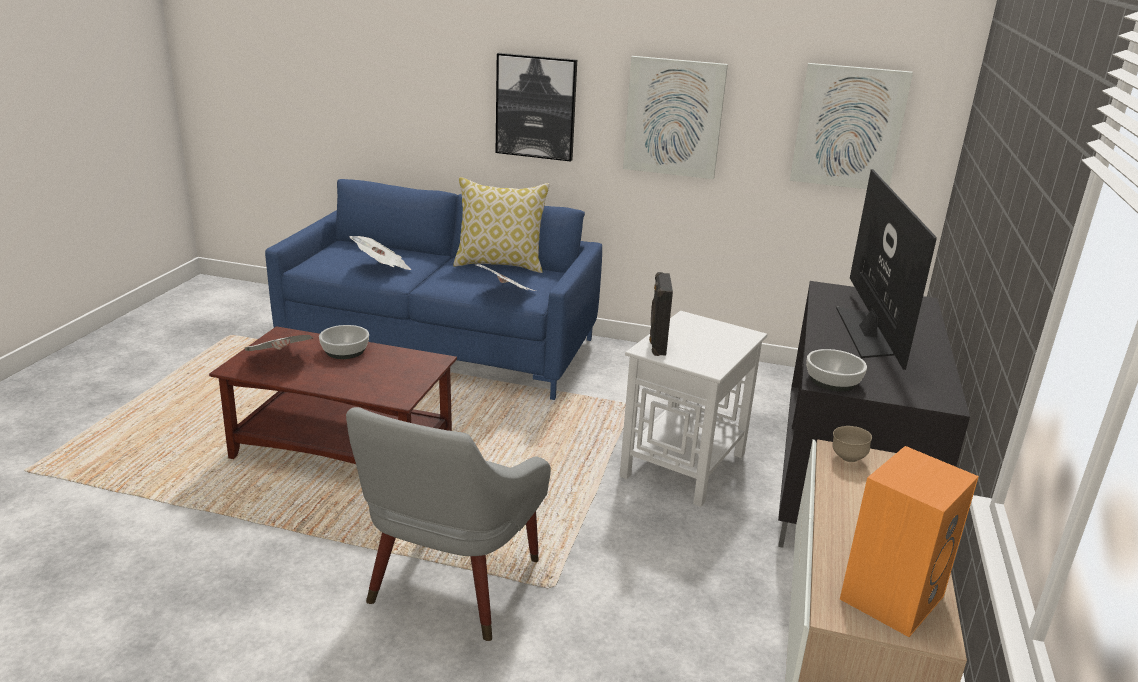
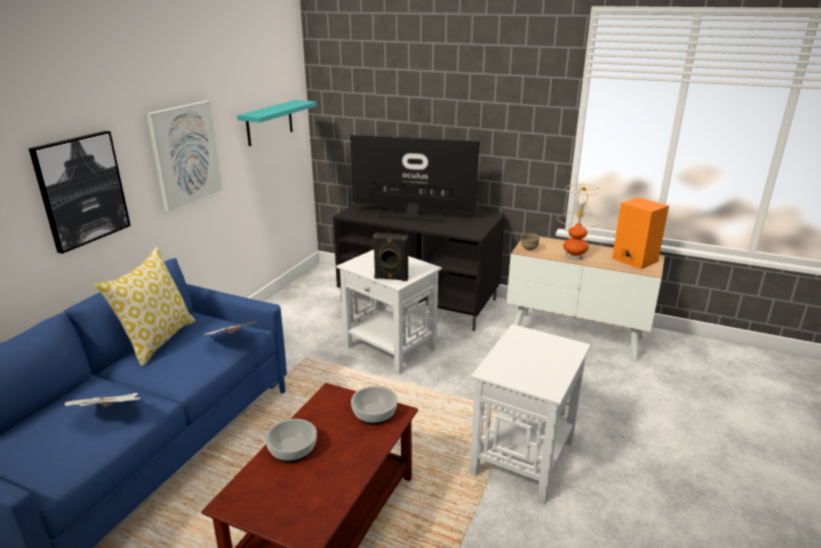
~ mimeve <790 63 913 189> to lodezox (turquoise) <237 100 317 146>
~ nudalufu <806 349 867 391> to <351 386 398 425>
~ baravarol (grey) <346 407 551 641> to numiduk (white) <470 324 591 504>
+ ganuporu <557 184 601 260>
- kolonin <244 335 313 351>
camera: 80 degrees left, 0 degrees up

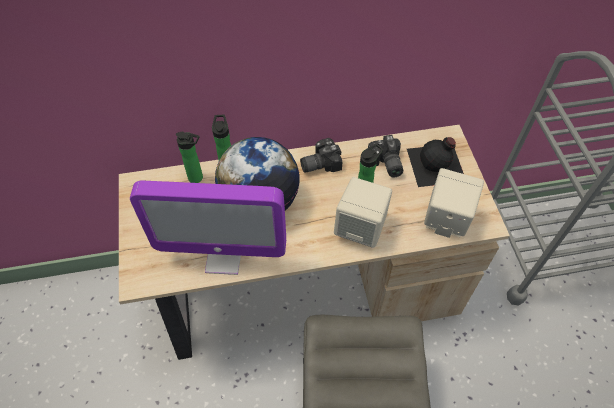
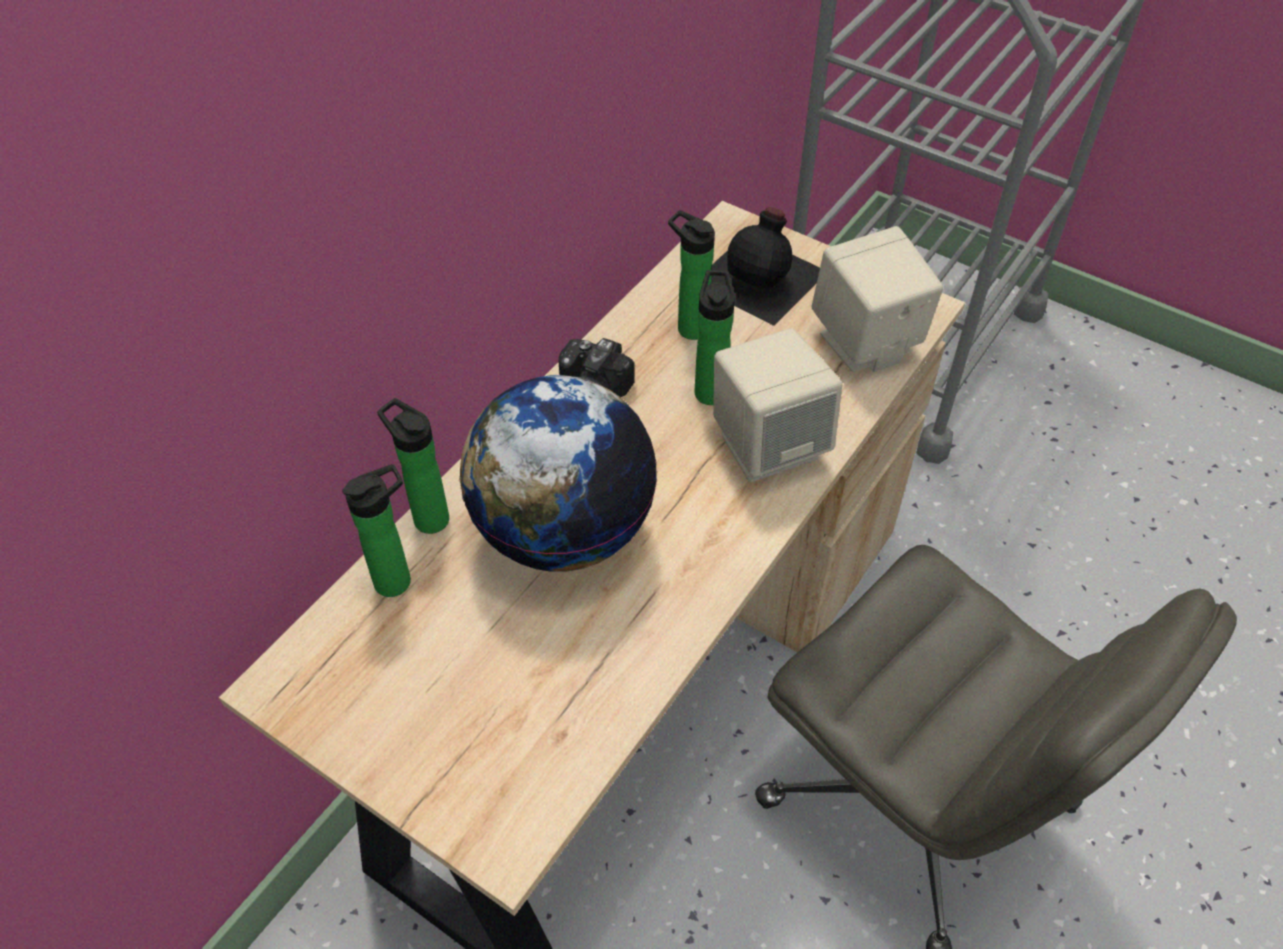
~ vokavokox <368 135 403 178> to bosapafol <668 210 715 340>
- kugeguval <130 181 286 275>
camera: 45 degrees left, 5 degrees down

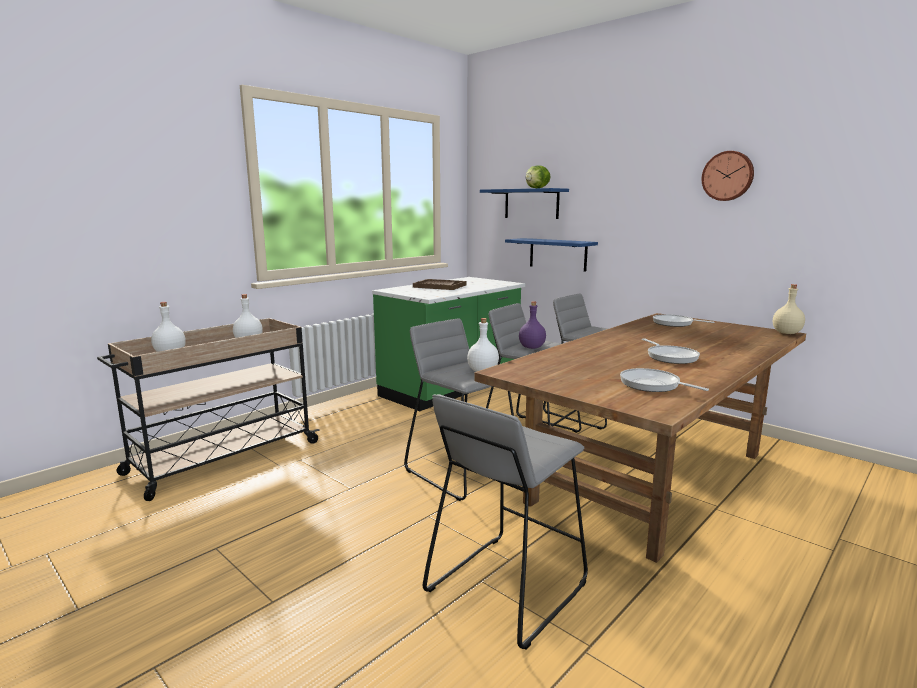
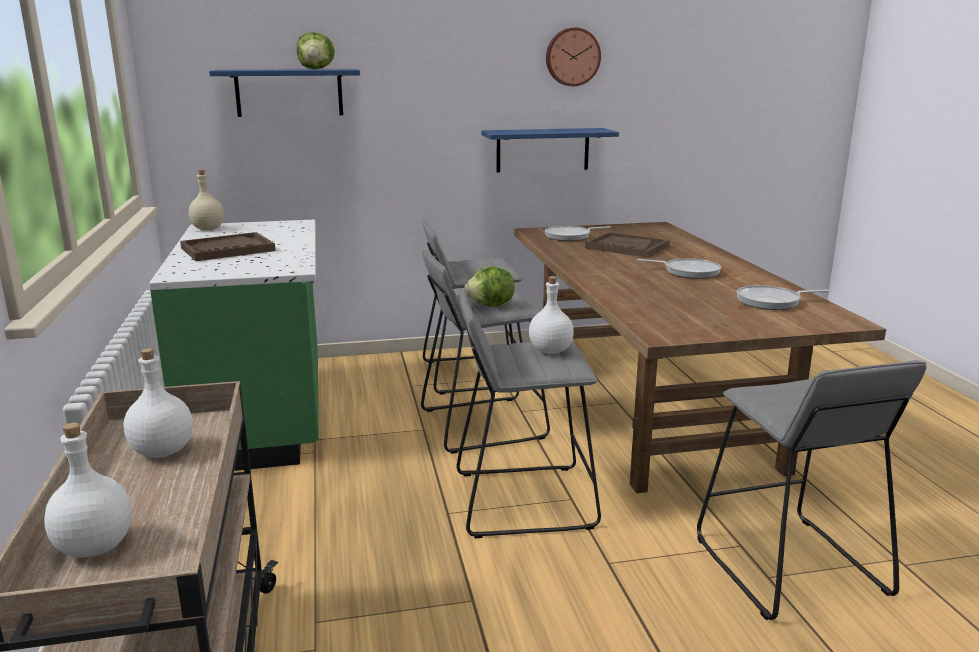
~ bosapafol (beige) <773 284 805 334> to <189 170 224 230>
~ bosapafol (purple) <519 302 546 349> to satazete <464 267 515 307>
~ lodezox (blue) <505 238 598 272> to <481 128 619 173>
+ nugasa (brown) <585 232 670 258>
camera: 55 degrees left, 5 degrees up

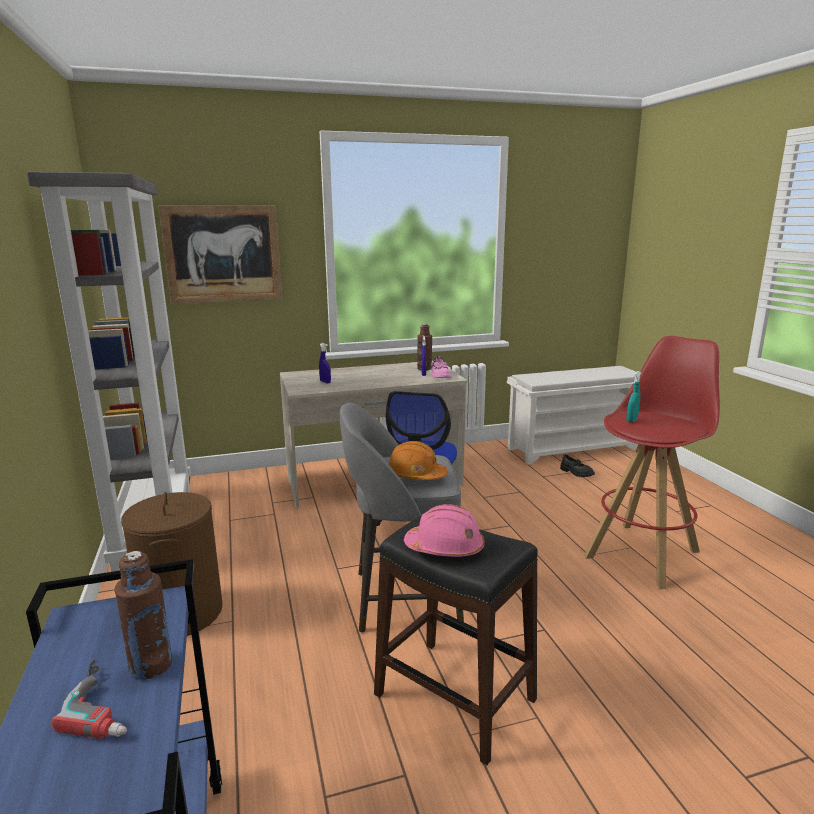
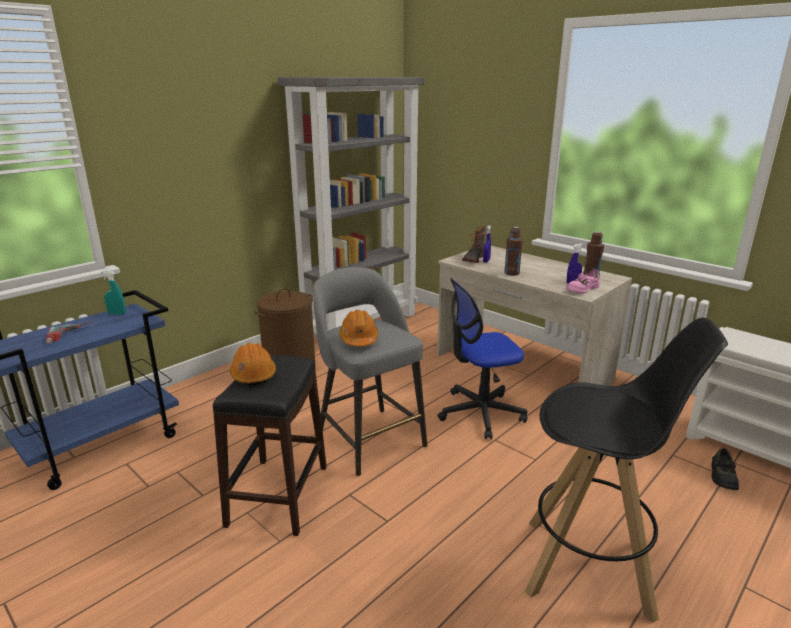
~ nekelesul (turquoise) <627 371 641 422> to <101 271 126 315>
~ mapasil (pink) <404 504 485 557> to mapasil (orange) <230 343 276 386>
+ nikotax <462 226 486 263>
~ bosapafol (brown) <114 551 173 680> to <504 227 523 276>
~ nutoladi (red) <584 336 720 589> to nutoladi (black) <525 318 728 623>
- mimeve <158 205 282 304>
camera: 60 degrees right, 5 degrees up

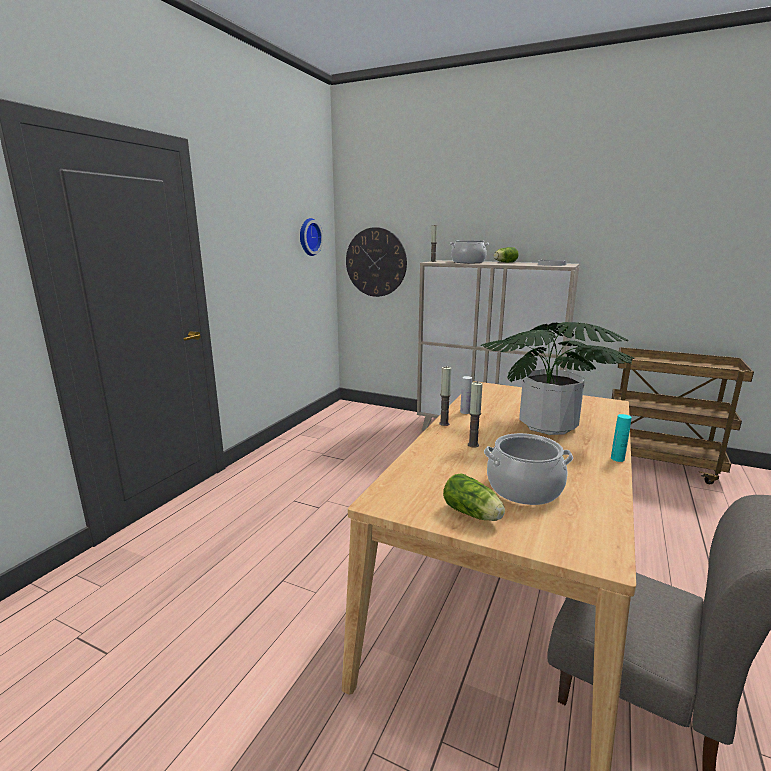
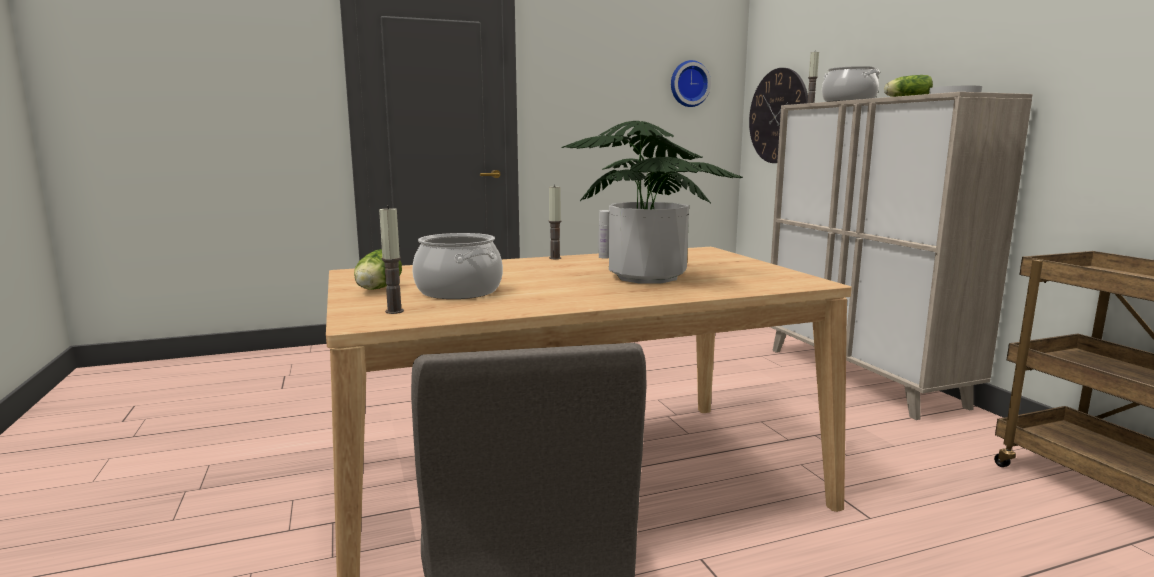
~ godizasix <468 381 483 448> to <379 206 404 314>
- bosapafol (turquoise) <611 414 632 462>
camera: 45 degrees right, 5 degrees down

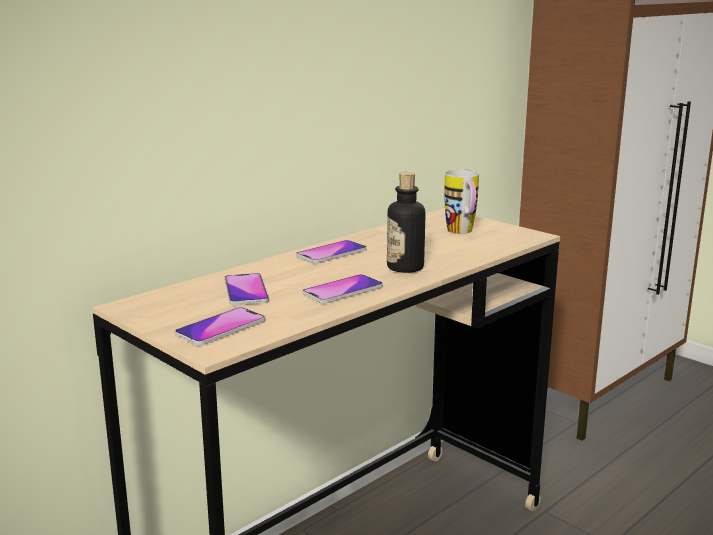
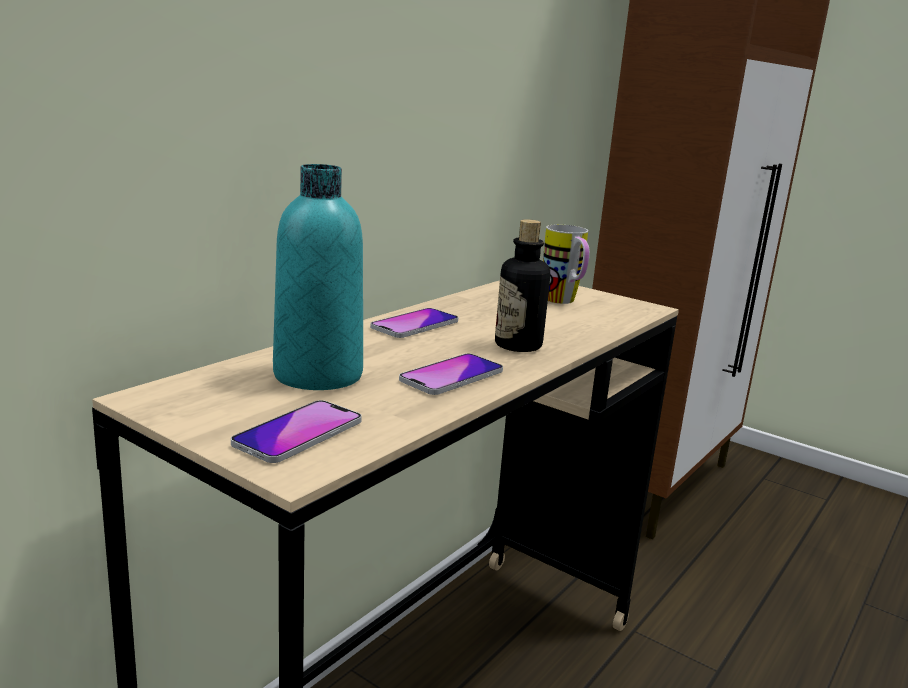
~ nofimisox <224 273 269 305> to bosapafol (turquoise) <273 164 363 390>
camera: 10 degrees left, 0 degrees up

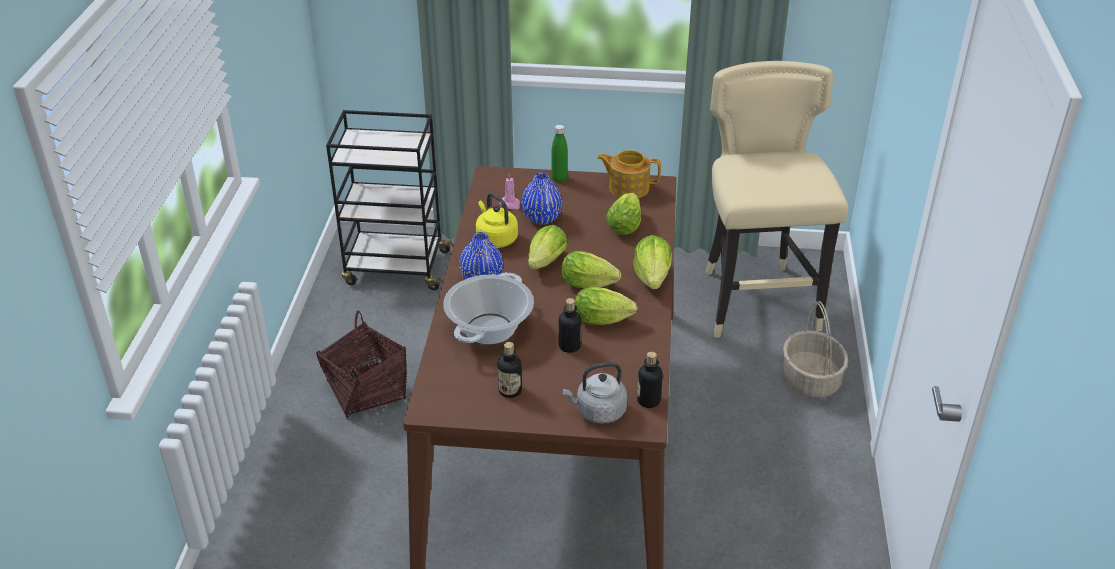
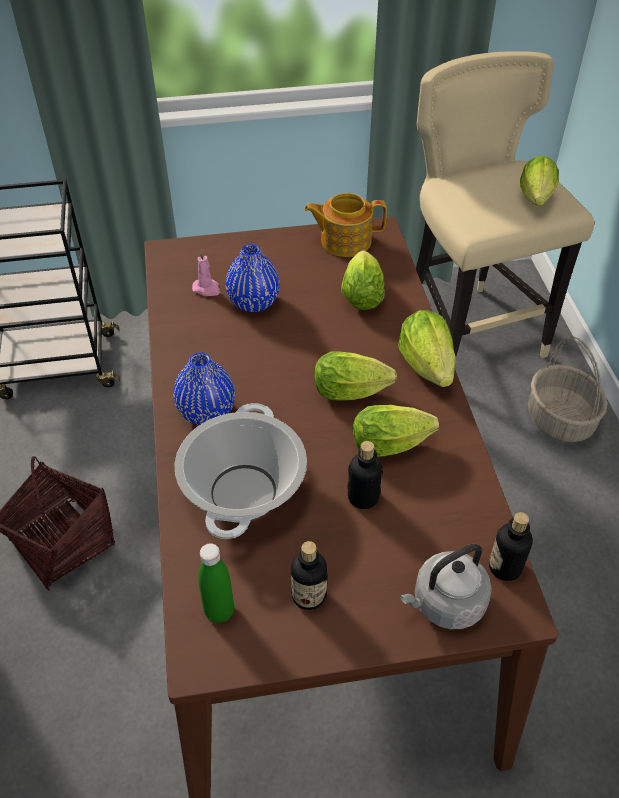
~ bosapafol (green) <551 125 568 183> to <198 543 234 623>
~ satazete <528 225 568 269> to <520 155 559 206>
- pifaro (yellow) <476 193 518 248>
camera: 15 degrees left, 10 degrees up

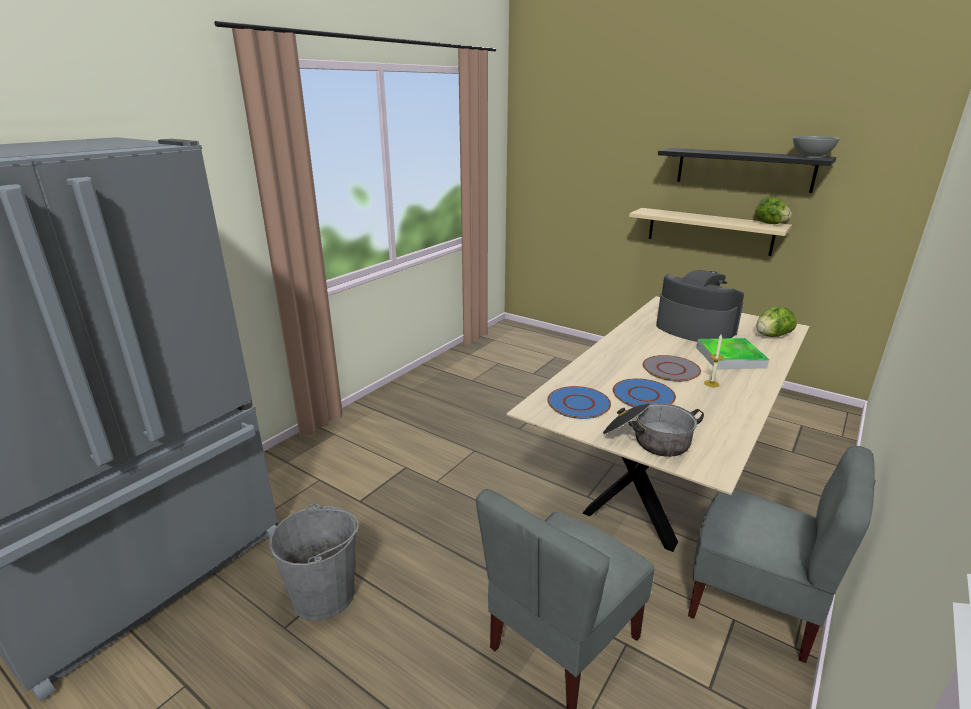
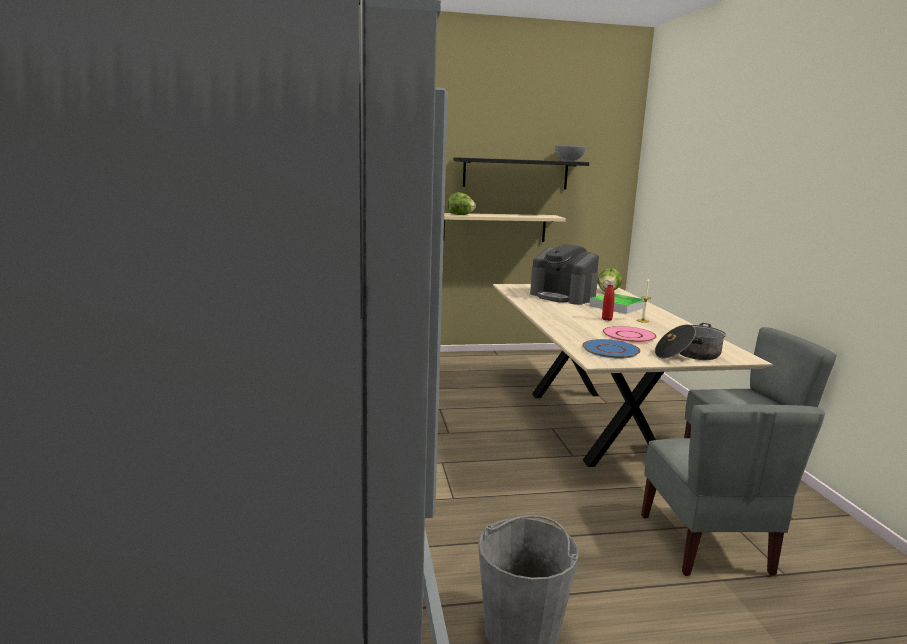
~ satazete <755 197 792 224> to <448 192 476 215>
~ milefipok <656 270 744 342> = <530 244 599 305> 135 degrees counterclockwise
~ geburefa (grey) <643 355 701 382> to bosapafol (red) <602 280 615 321>
~ geburefa (blue) <613 378 676 407> to geburefa (pink) <603 326 657 343>
camera: 45 degrees left, 10 degrees down

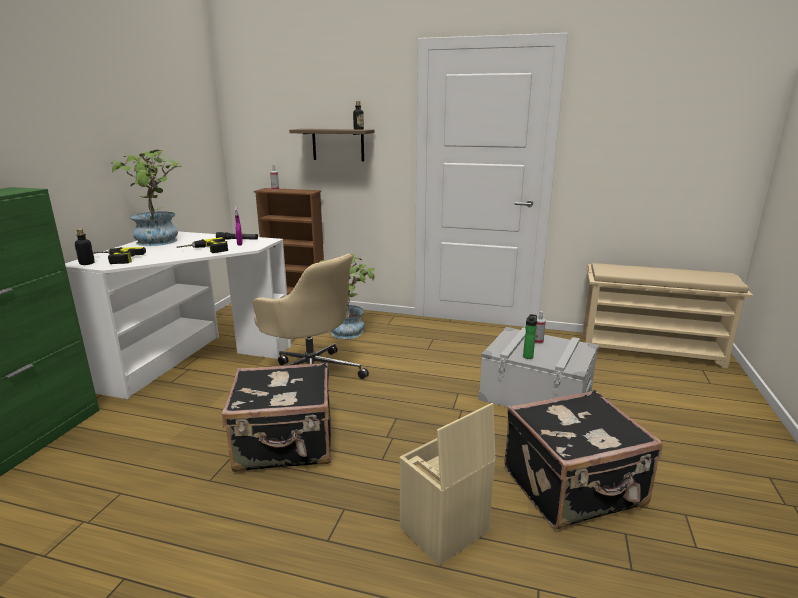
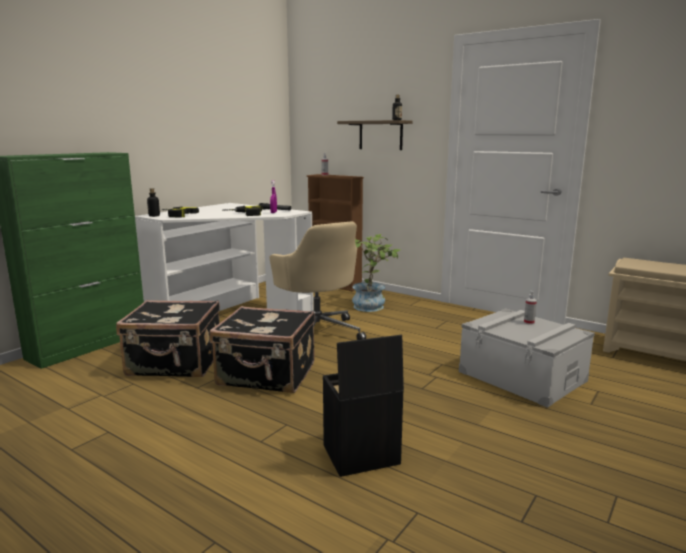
~ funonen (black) <505 390 663 529> to <116 300 220 377>
~ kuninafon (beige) <400 403 495 566> to kuninafon (black) <323 335 404 477>
- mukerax <111 150 188 246>
- bosapafol <523 314 537 359>
camera: 20 degrees right, 5 degrees down

